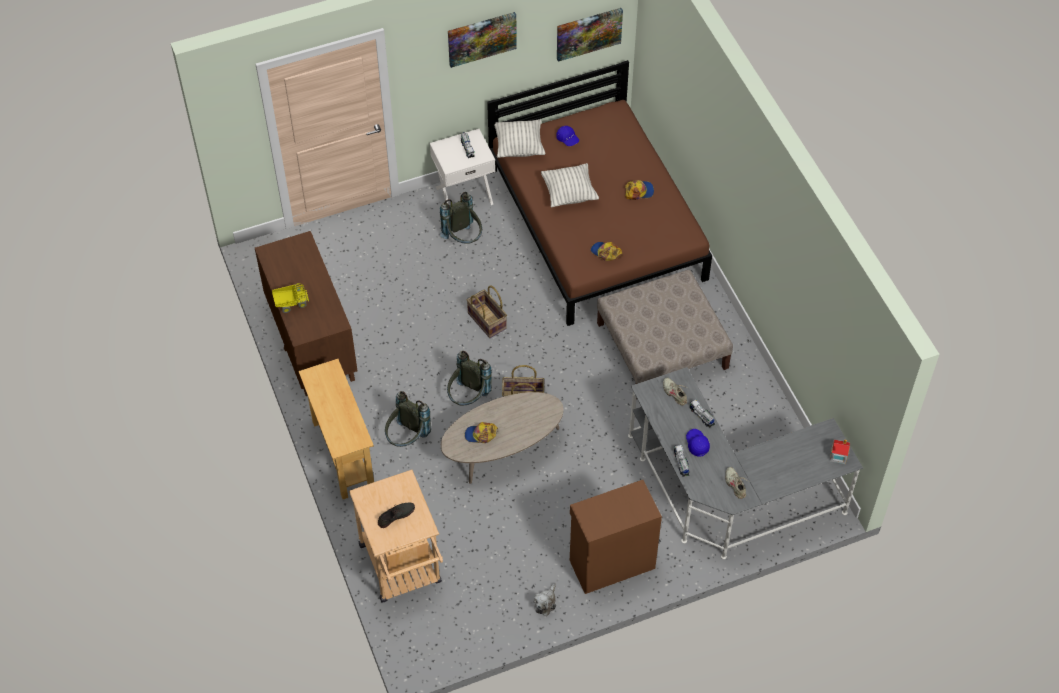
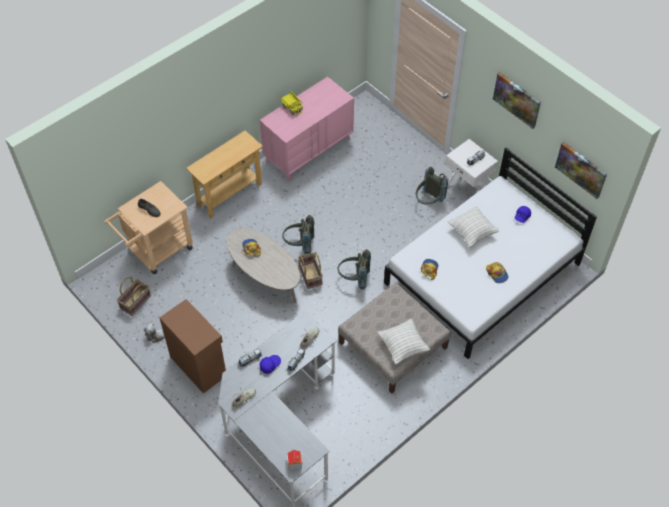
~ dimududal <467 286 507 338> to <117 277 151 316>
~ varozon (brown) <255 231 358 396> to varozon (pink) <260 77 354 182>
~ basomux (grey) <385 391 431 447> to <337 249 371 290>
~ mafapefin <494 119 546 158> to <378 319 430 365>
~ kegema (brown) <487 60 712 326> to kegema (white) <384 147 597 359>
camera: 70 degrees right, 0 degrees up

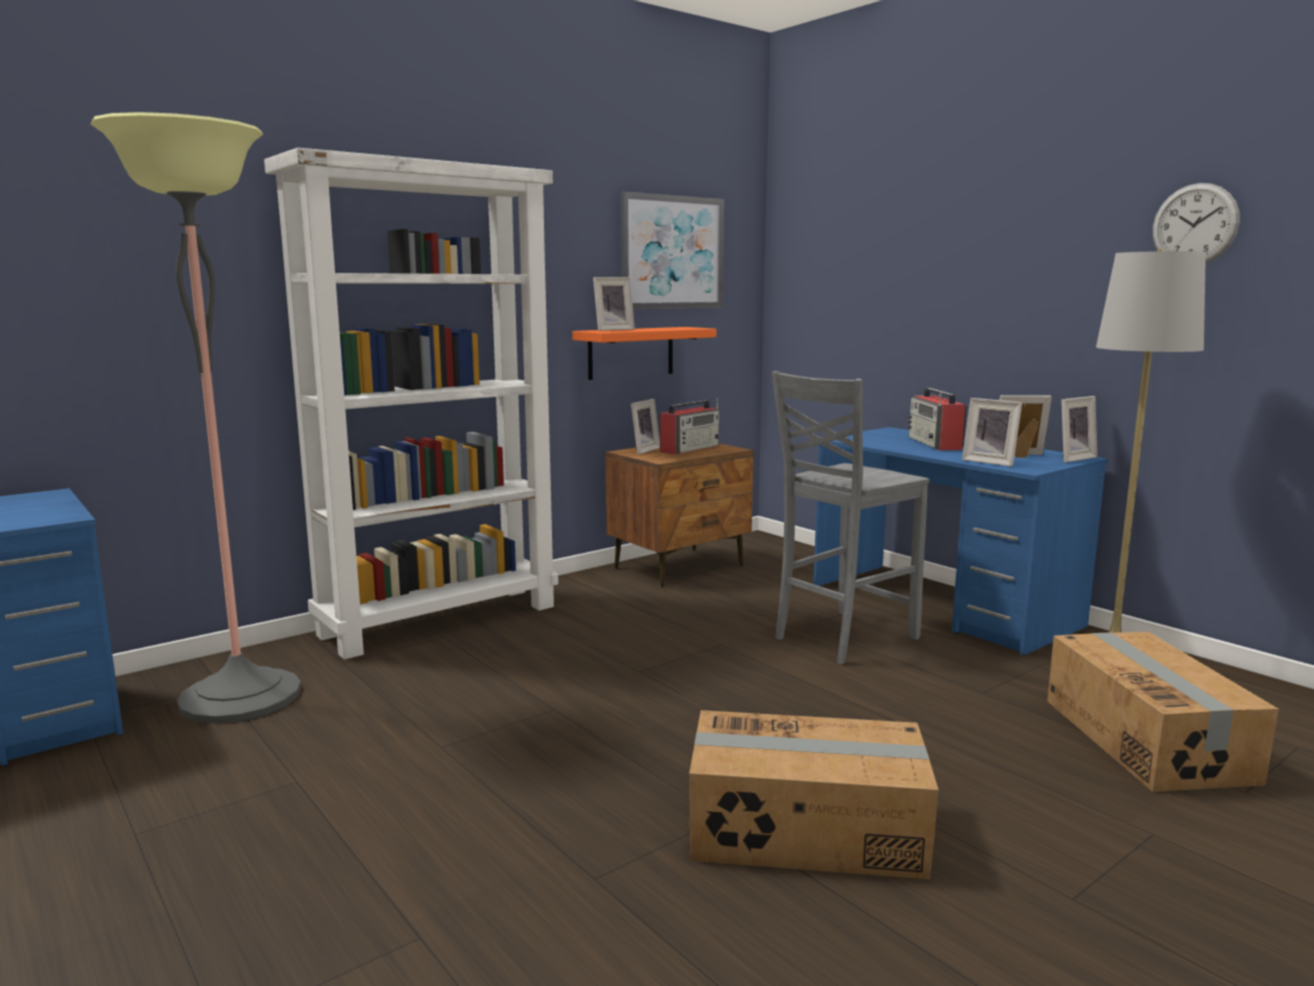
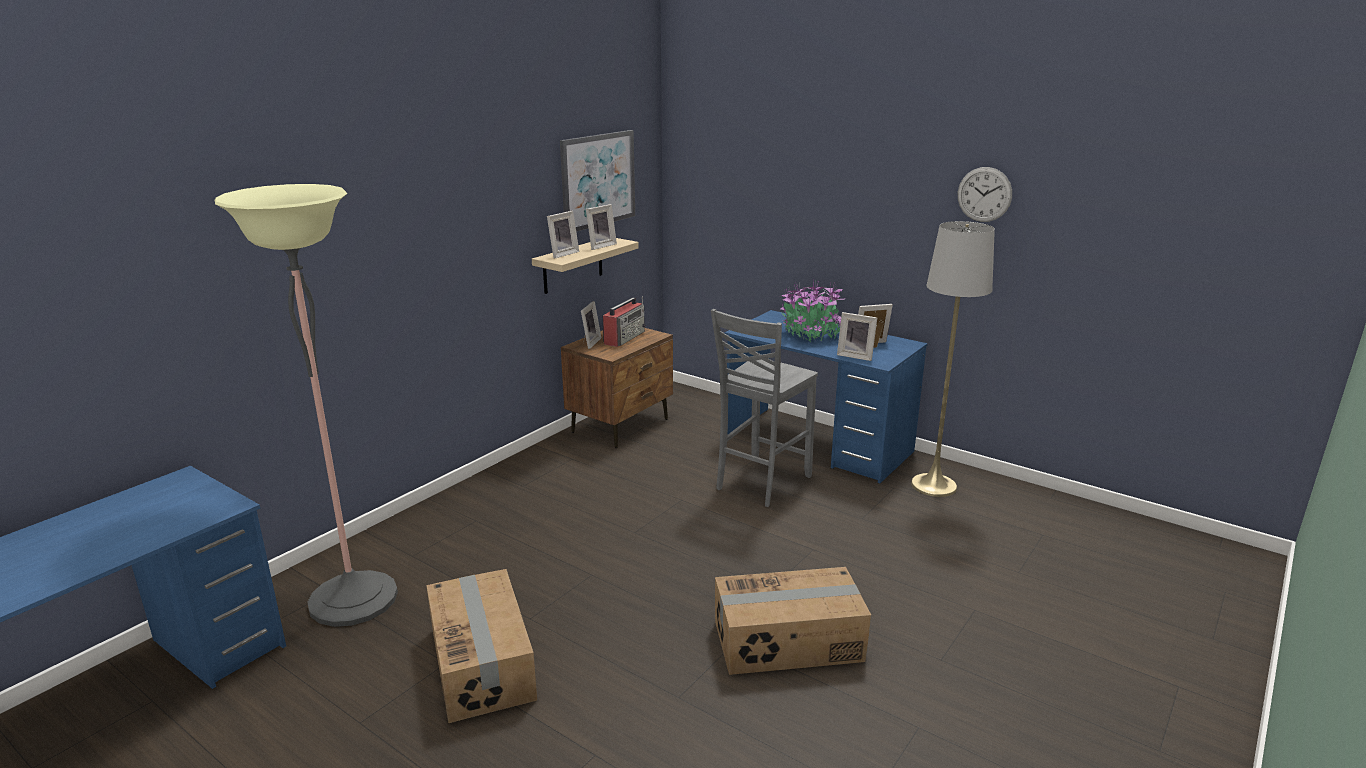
~ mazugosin <1047 632 1279 792> to <426 569 537 723>
~ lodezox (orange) <572 327 716 380> to lodezox (beige) <532 238 639 294>
~ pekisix <1061 396 1097 462> to <586 204 617 250>
~ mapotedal <907 388 967 450> to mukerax <778 281 846 342>
- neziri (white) <264 148 558 659>
camera: 15 degrees left, 10 degrees up

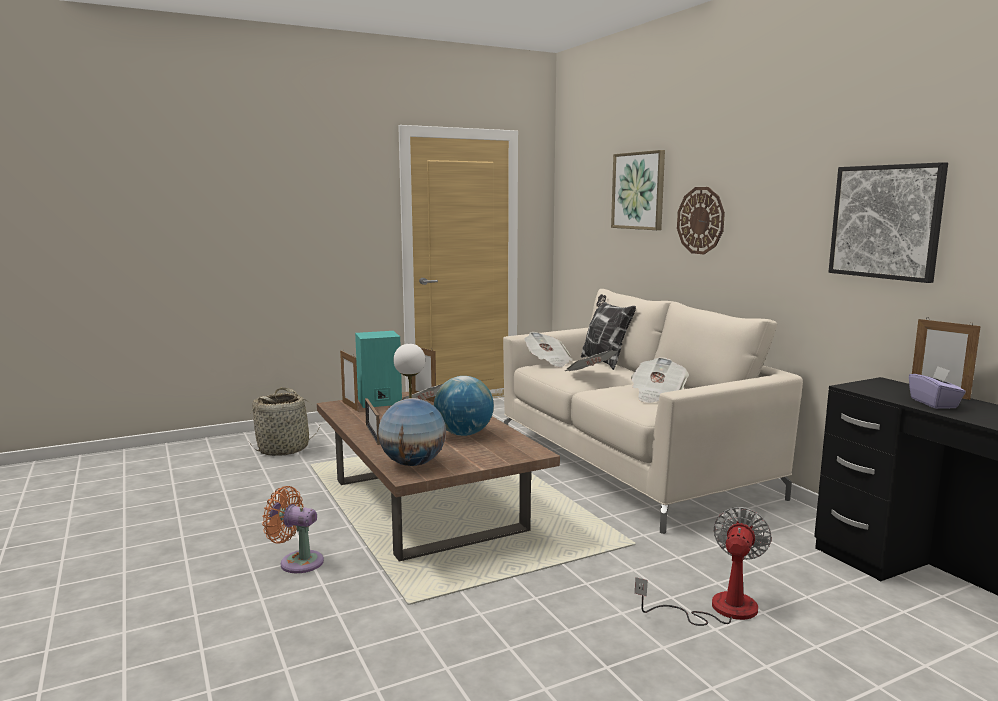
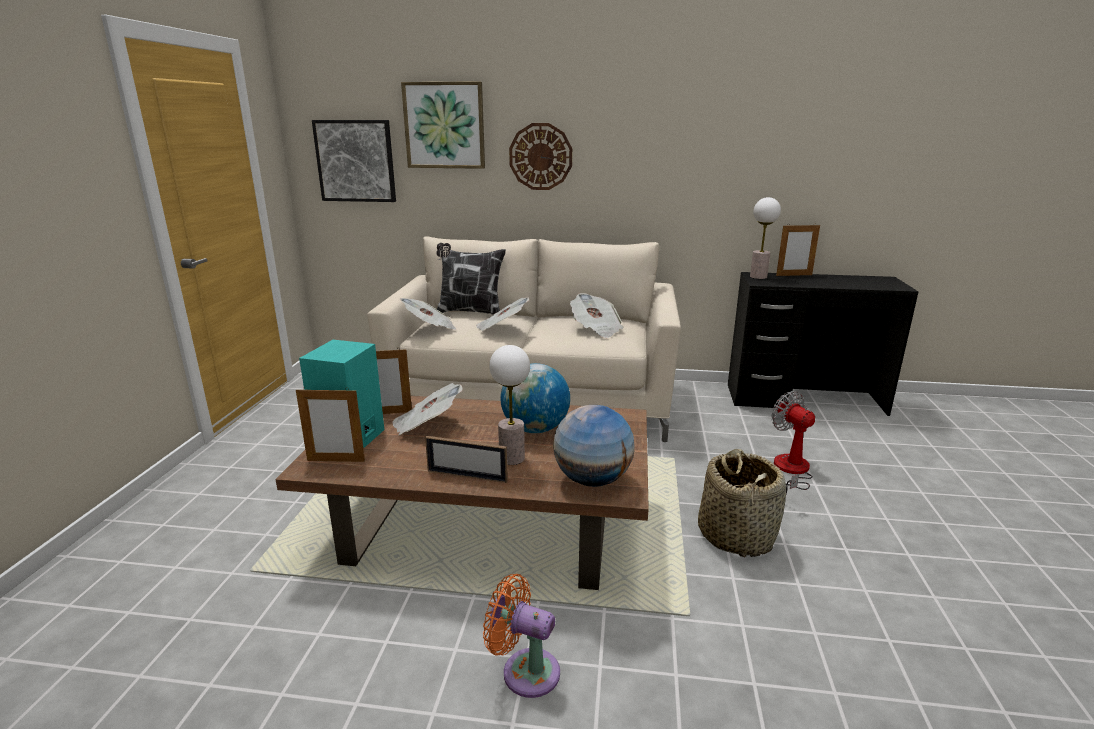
~ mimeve <829 162 948 283> to <312 120 396 202>
~ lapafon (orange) <262 486 324 573> = <483 574 560 698> 60 degrees clockwise
~ dimududal <249 387 320 456> to <698 449 786 557>
+ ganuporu <750 197 781 279>
- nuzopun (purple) <909 366 966 409>
camera: 55 degrees left, 10 degrees up

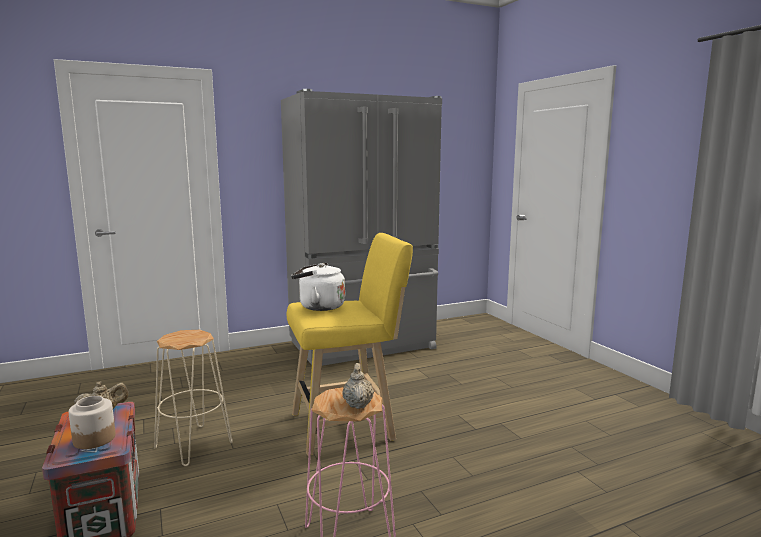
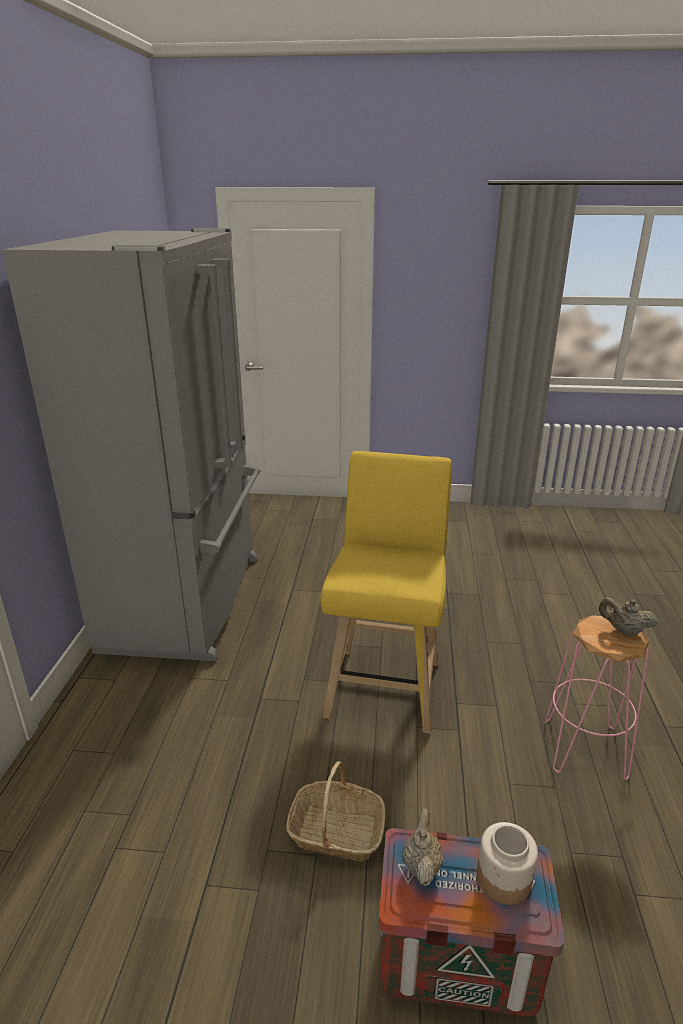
~ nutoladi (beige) <154 330 233 466> to dimududal <286 761 386 862>
- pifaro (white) <291 262 345 311>
camera: 60 degrees left, 15 degrees up

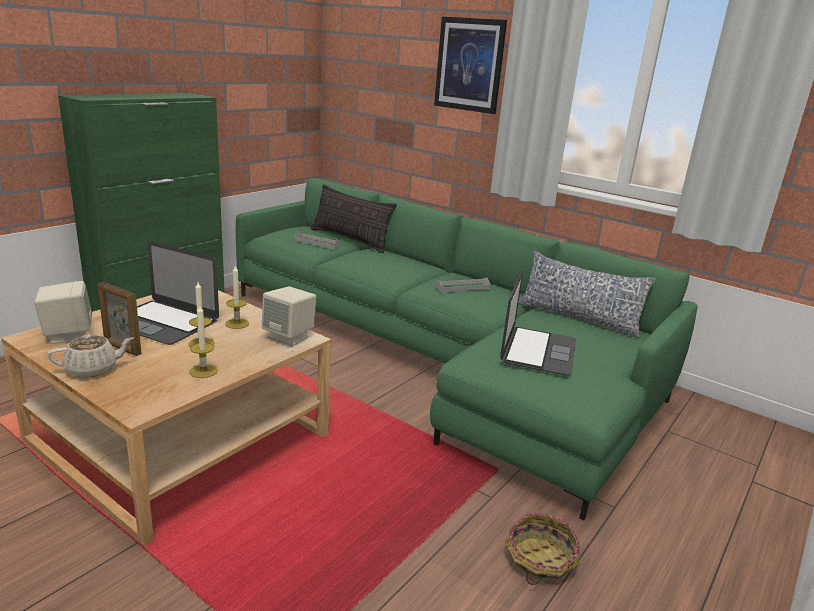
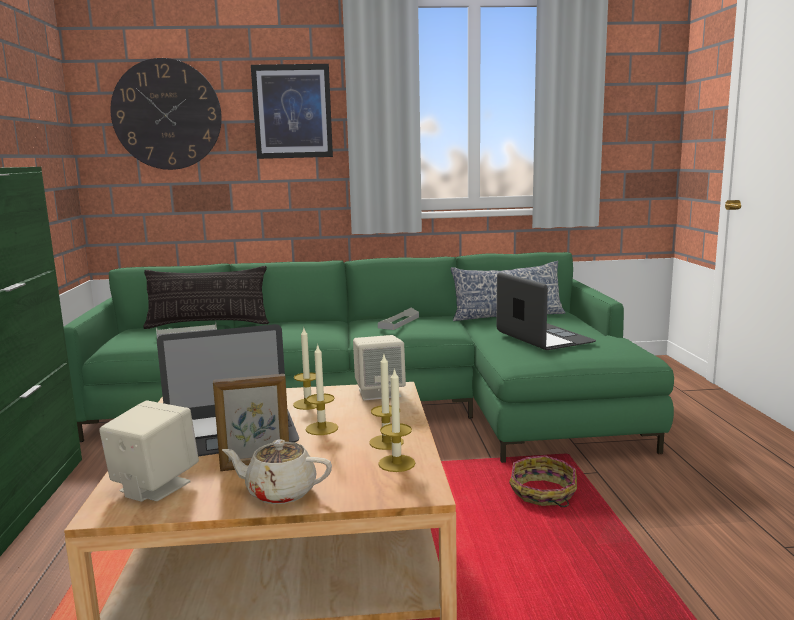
+ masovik <111 58 222 170>
~ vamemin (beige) <47 334 133 378> = <222 439 332 504> 105 degrees counterclockwise
+ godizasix <378 368 416 472>
~ dimududal <505 512 580 585> to <509 455 577 507>
camera: 40 degrees left, 10 degrees down

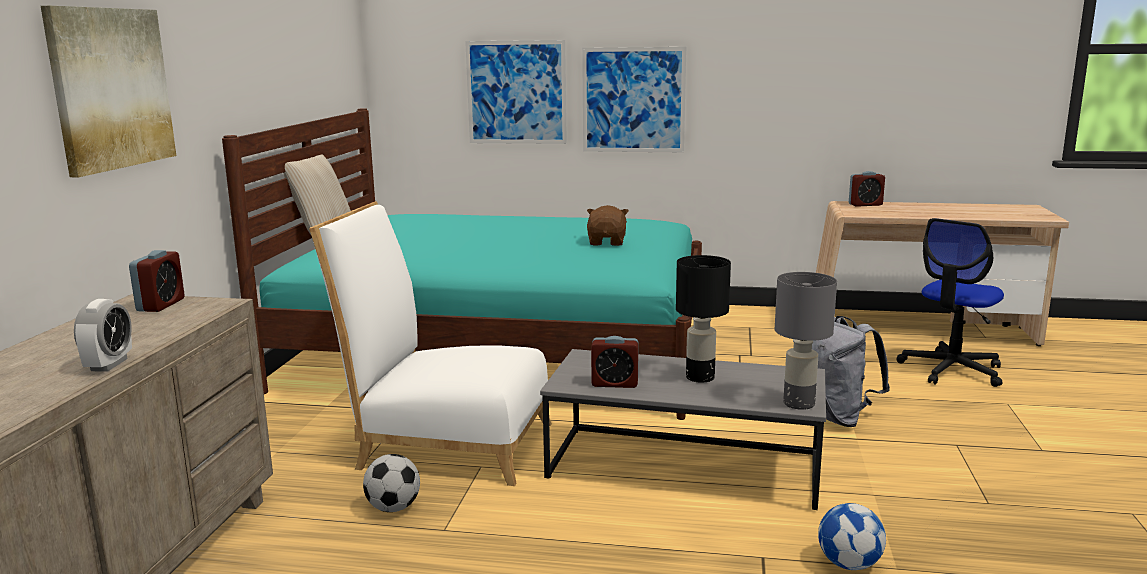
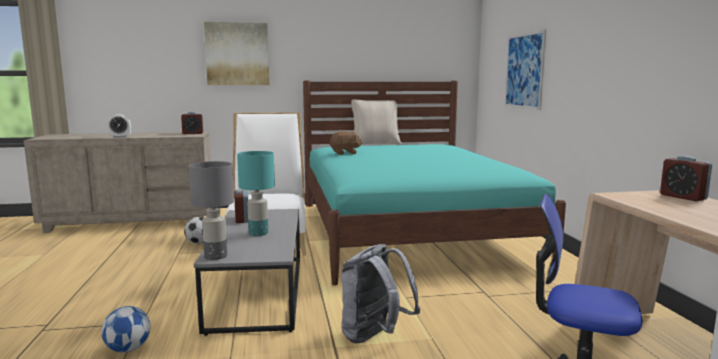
~ ganuporu (black) <676 255 731 383> to ganuporu (turquoise) <237 151 275 236>
~ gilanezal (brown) <587 205 629 246> to <330 131 362 155>
- mimeve <582 47 686 152>
camera: 70 degrees right, 5 degrees down

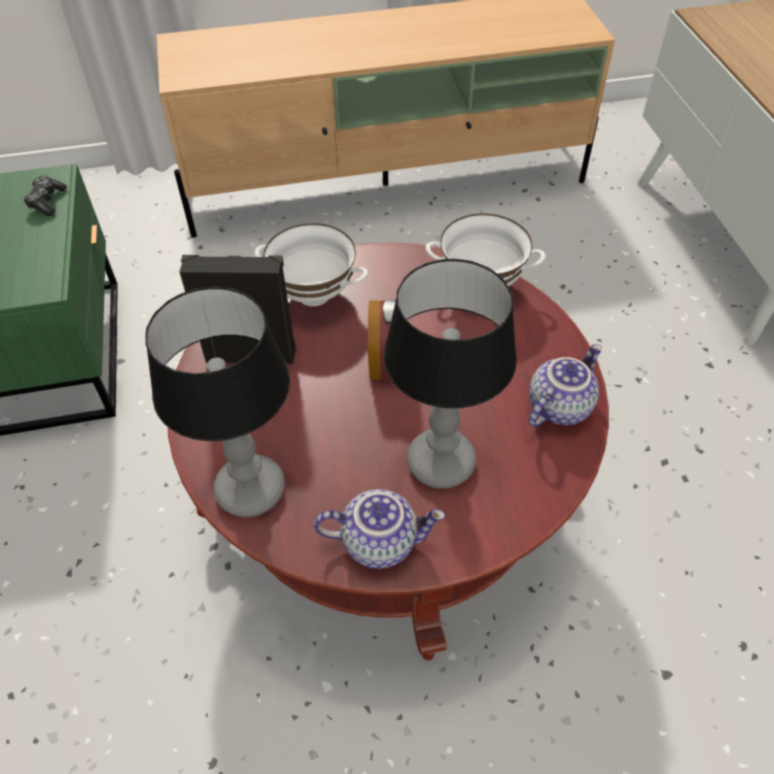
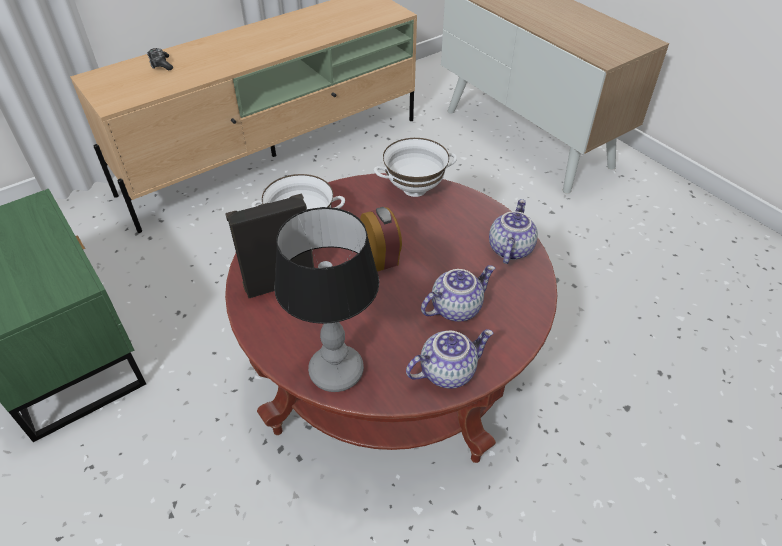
~ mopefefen <23 176 67 216> to <147 48 173 70>
~ ganuporu <383 259 517 489> to vamemin <421 265 495 322>
camera: 25 degrees left, 5 degrees down

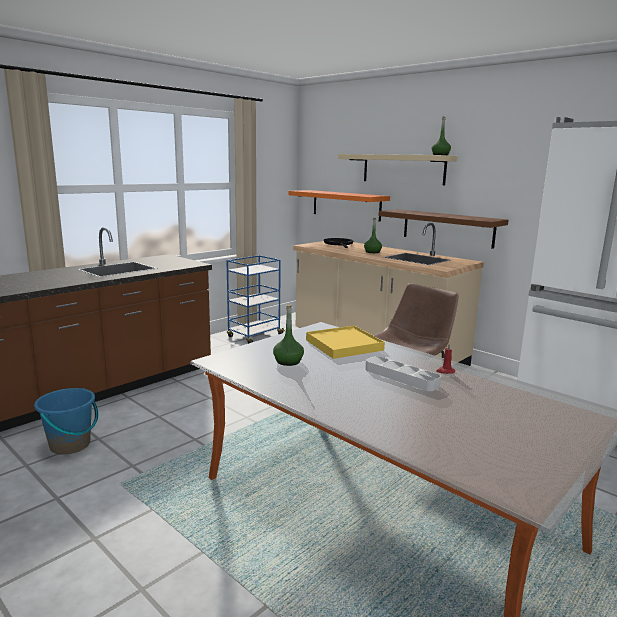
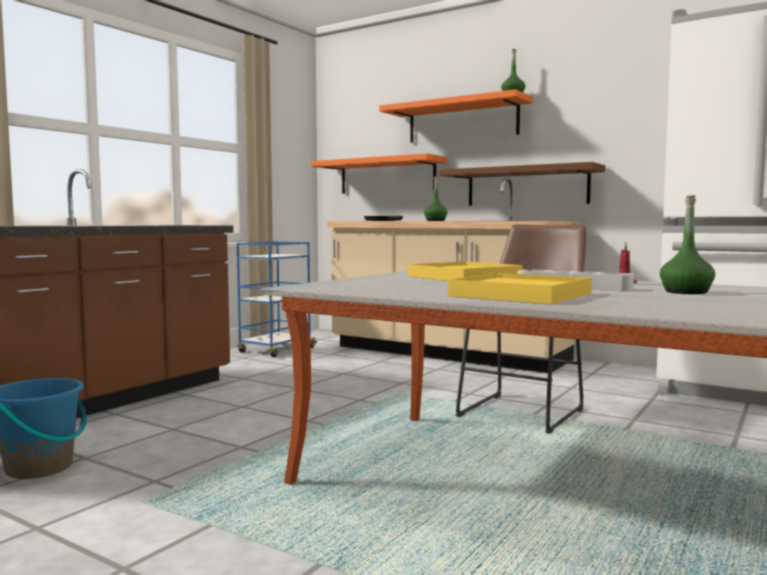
~ lodezox (beige) <338 154 458 185> to lodezox (orange) <379 89 533 143>
+ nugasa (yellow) <448 273 592 304>
~ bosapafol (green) <273 304 304 366> to <660 195 715 294>
camera: 10 degrees left, 10 degrees down

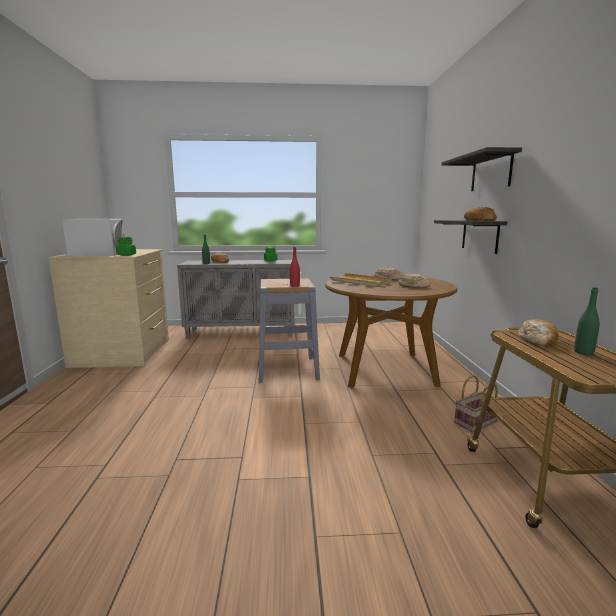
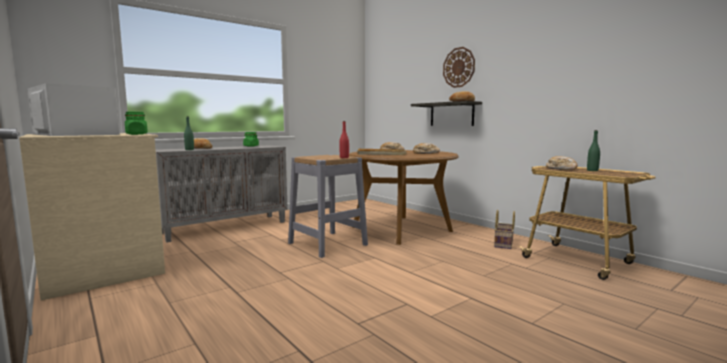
~ lodezox <441 147 522 191> to masovik <443 47 475 88>
camera: 35 degrees left, 5 degrees down

